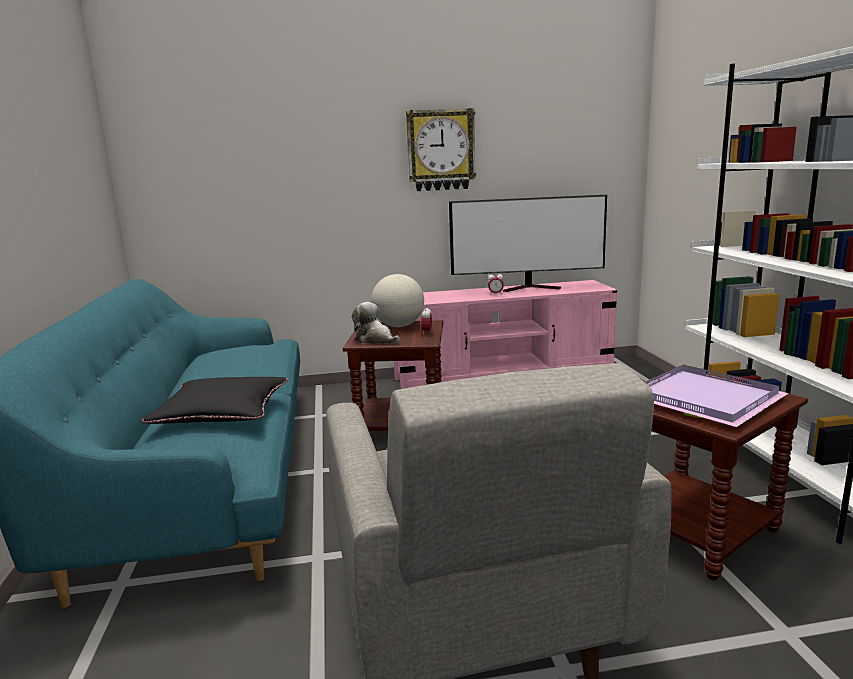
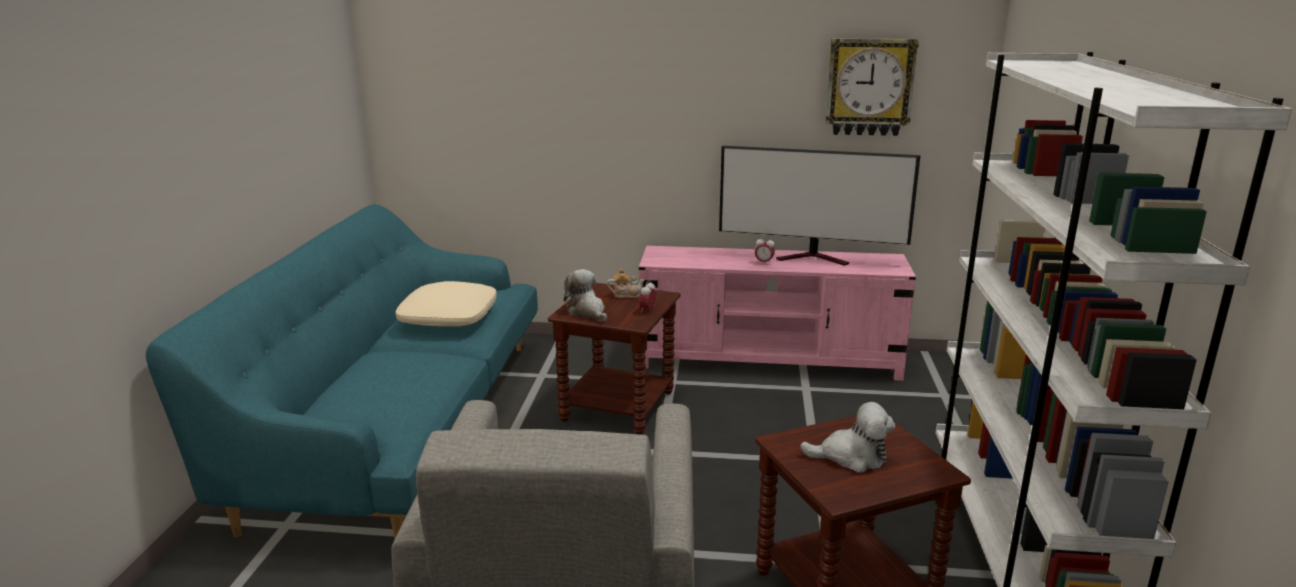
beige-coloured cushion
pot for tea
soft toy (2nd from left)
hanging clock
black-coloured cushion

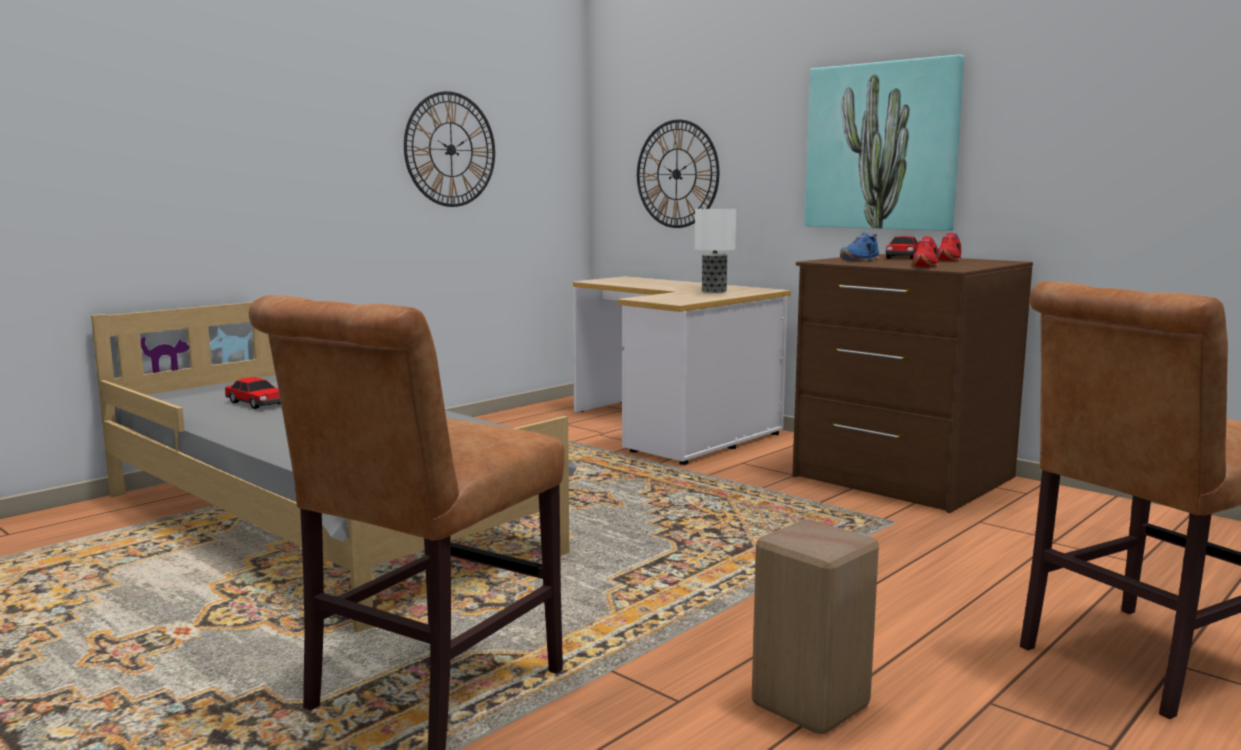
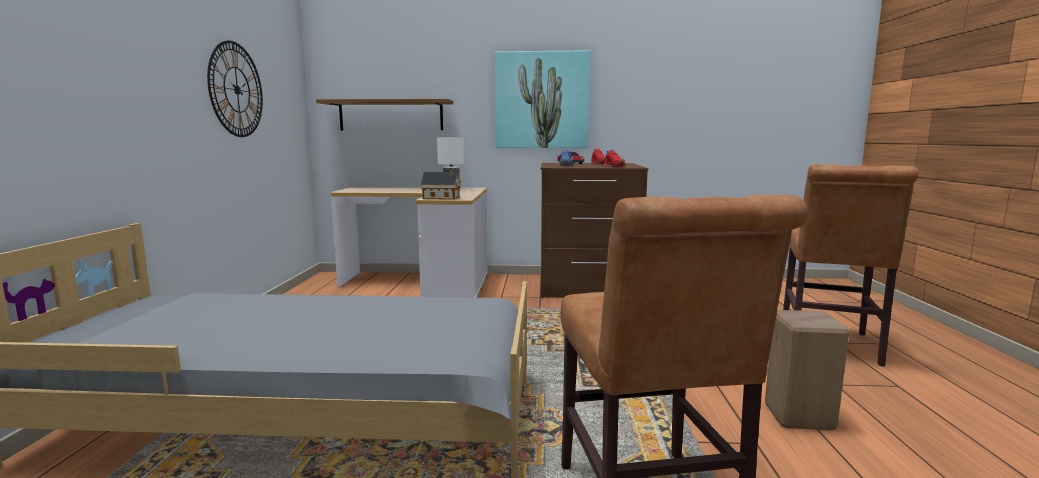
shelf
toy house
miniature car (1st from left in the first image)

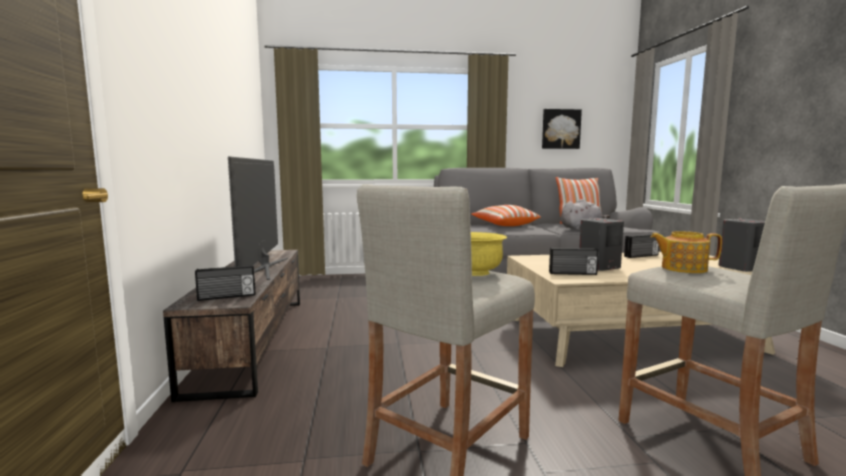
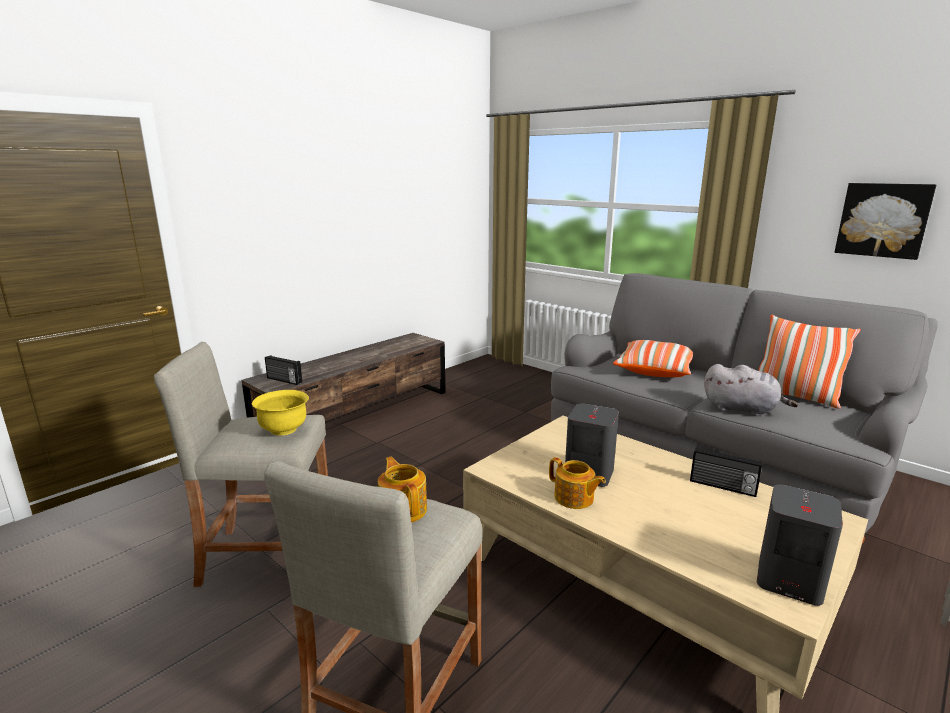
pot for tea (2nd from left)
television
radio (2nd from left in the first image)

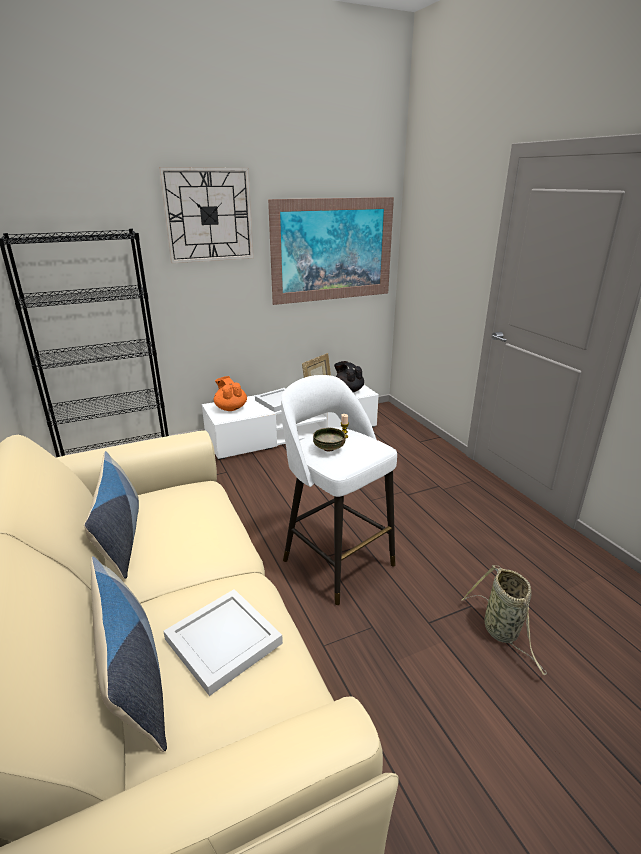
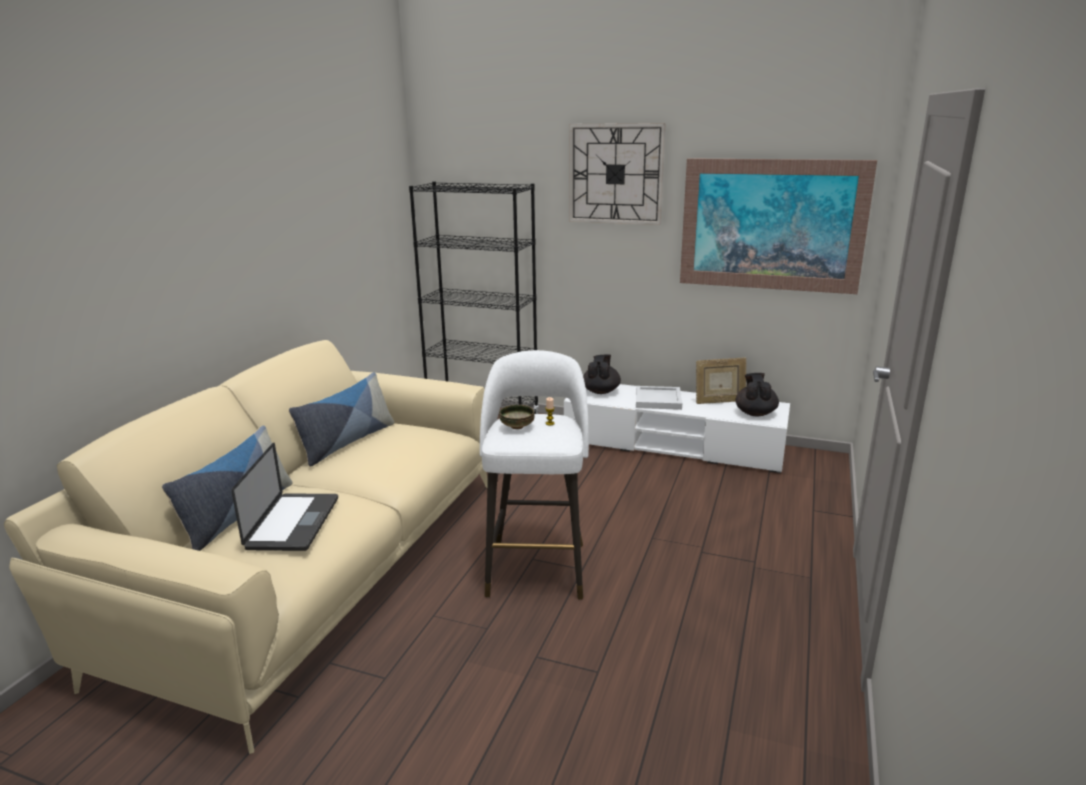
portable computer
black-coloured pot for tea (1st from left)
household basket

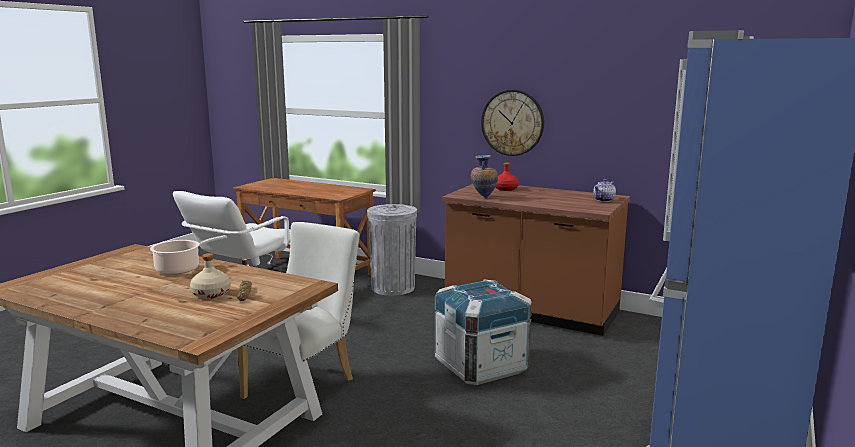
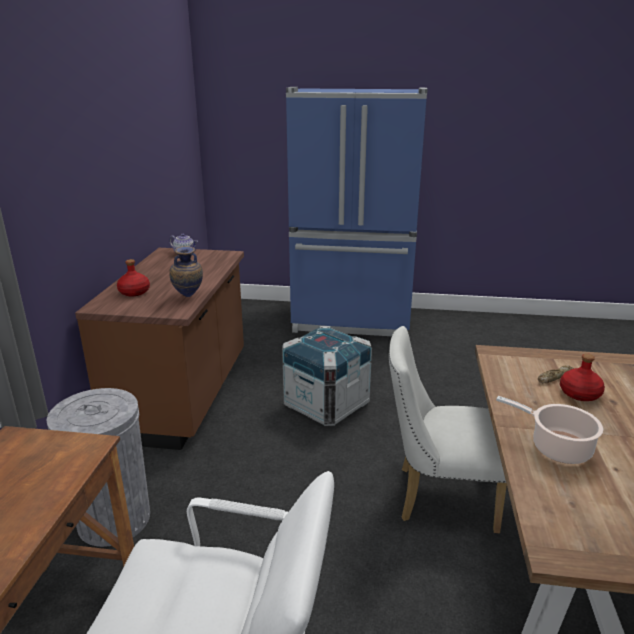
red drink bottle (2nd from left)
hanging clock

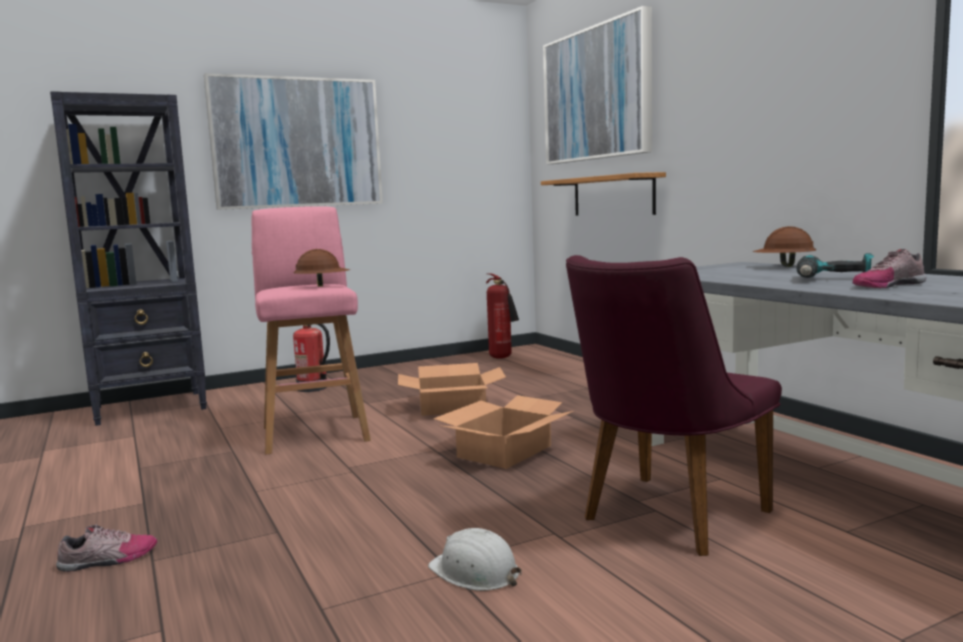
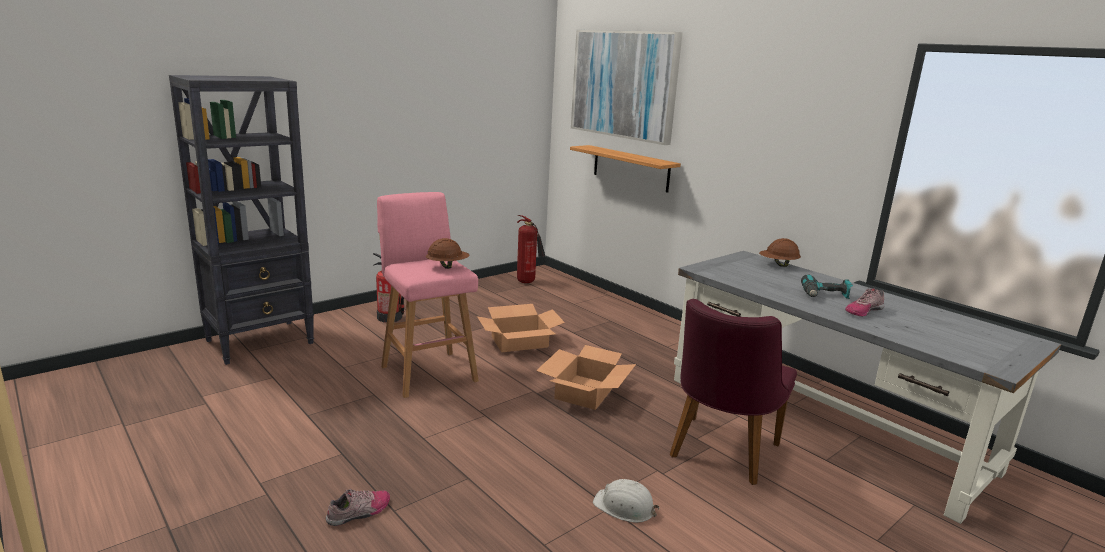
wall art (1st from left in the first image)

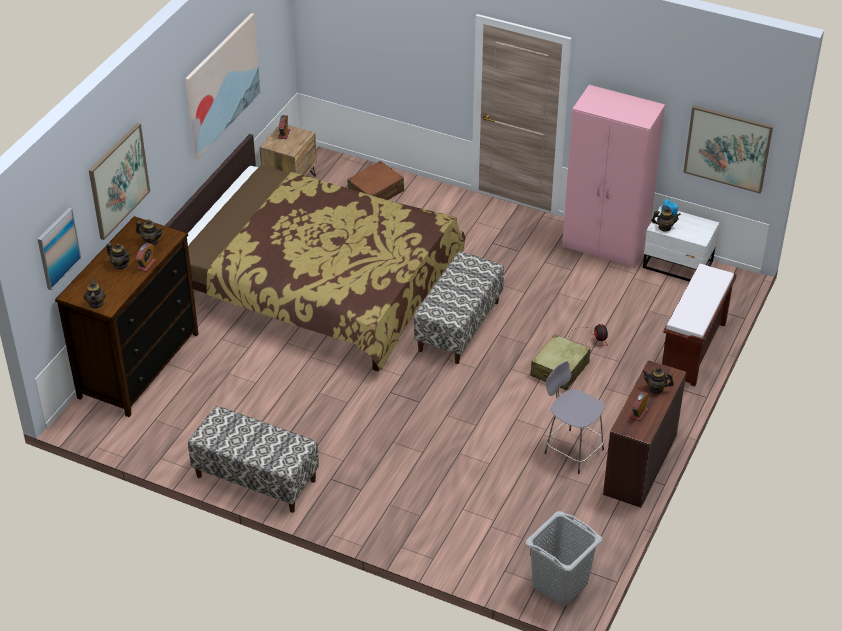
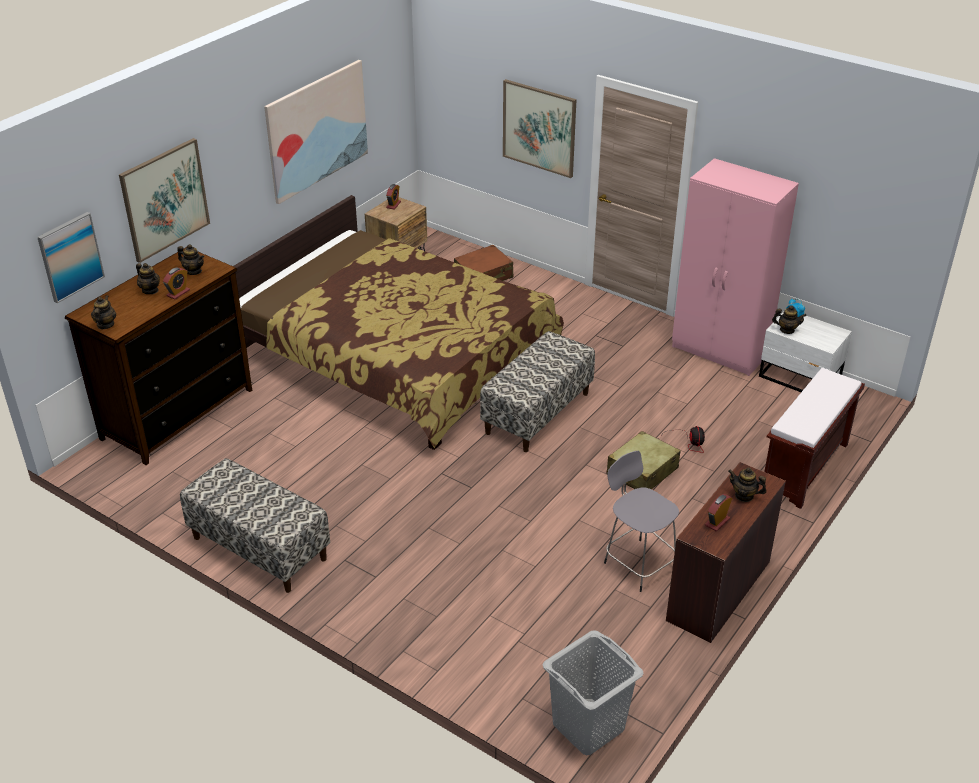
wall art (4th from left)

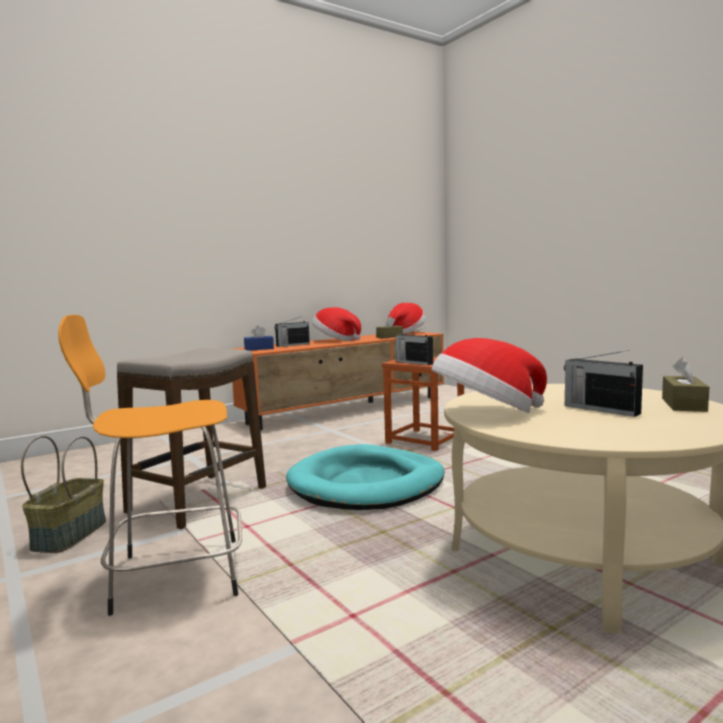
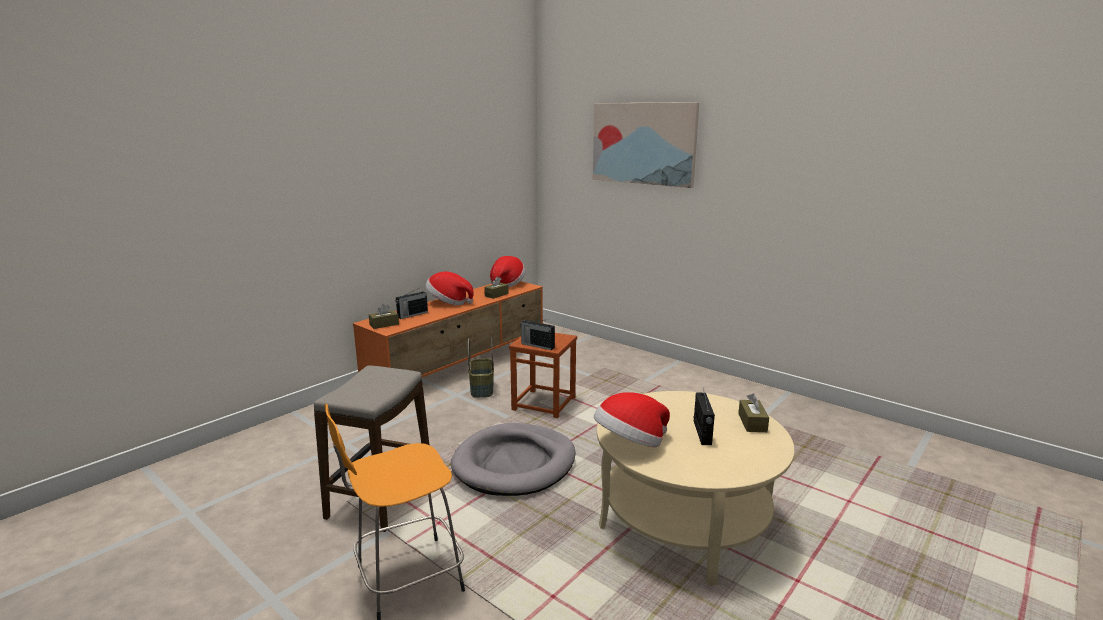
brown-coloured box of tissues (1st from left)
grey dog cushion
household basket
wall art
radio (3rd from left)

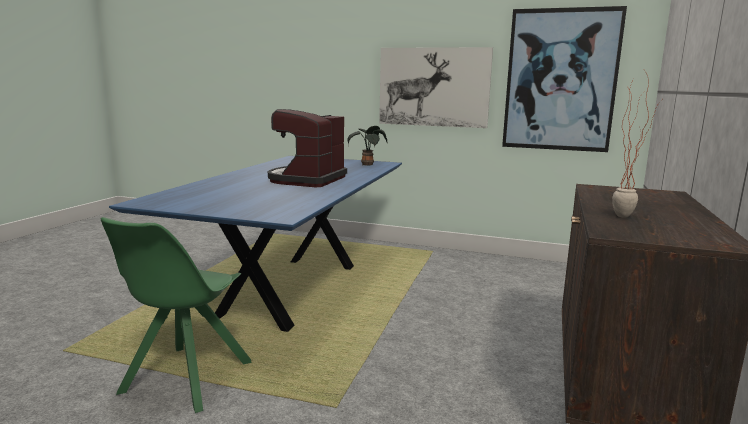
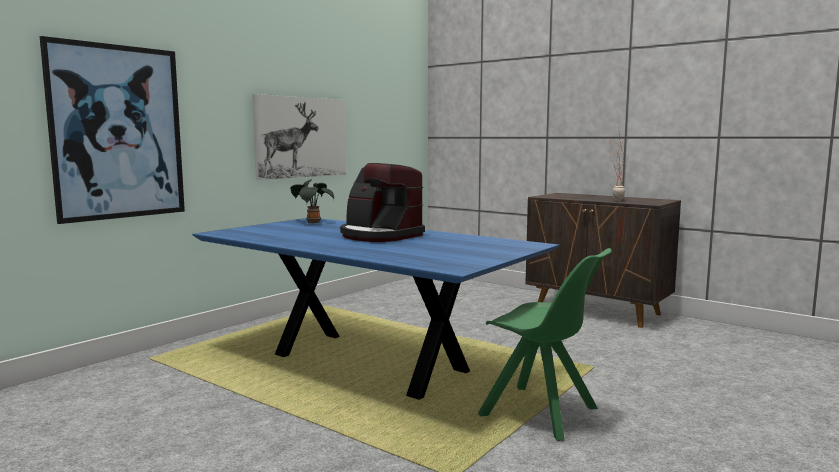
wall art (1st from left)

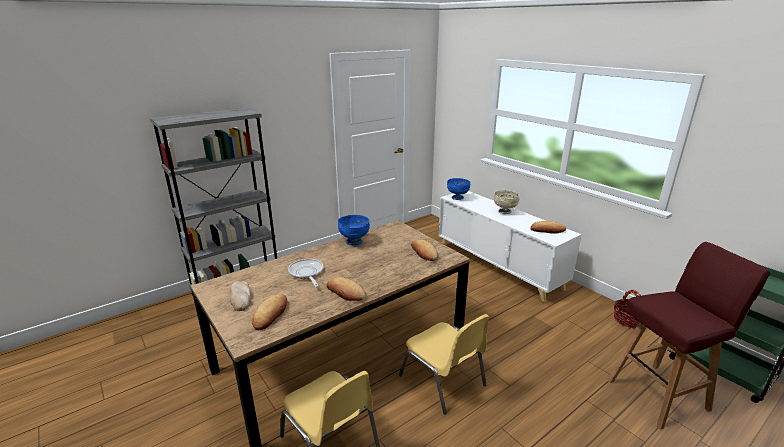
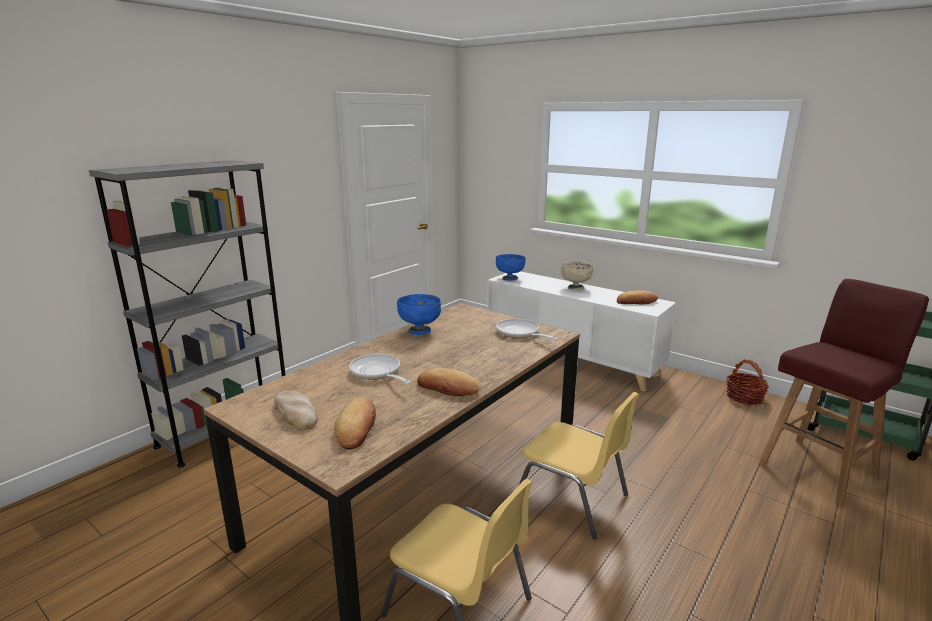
frying pan (2nd from left)

